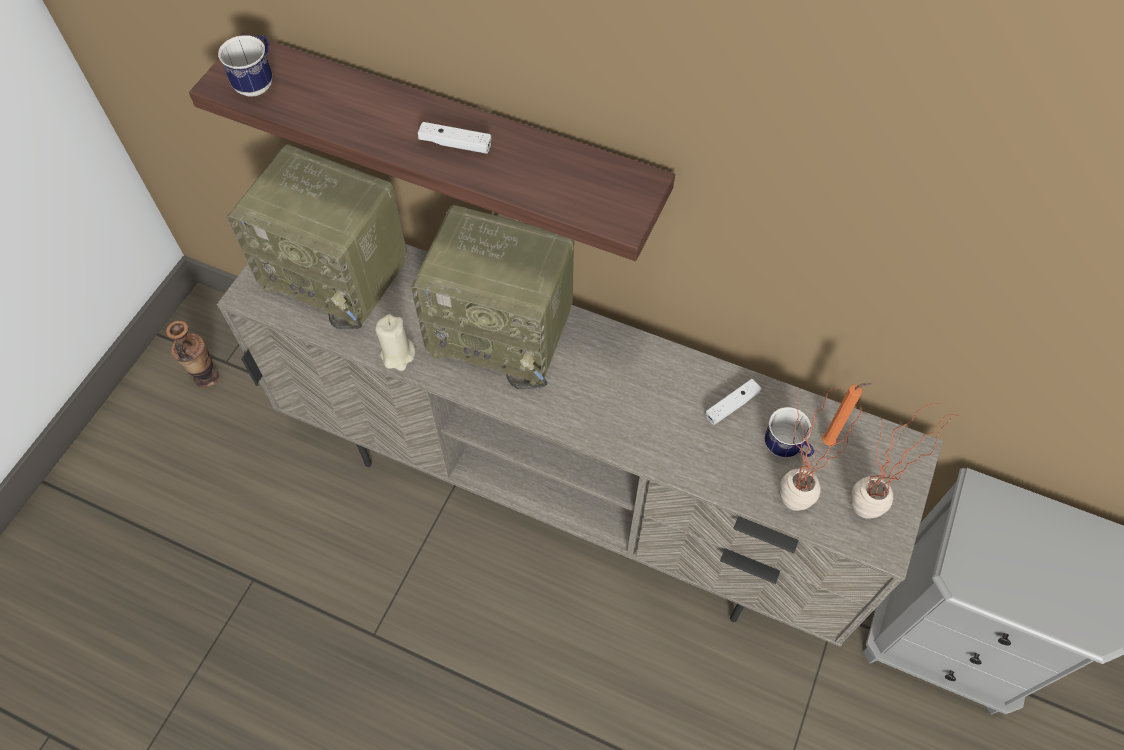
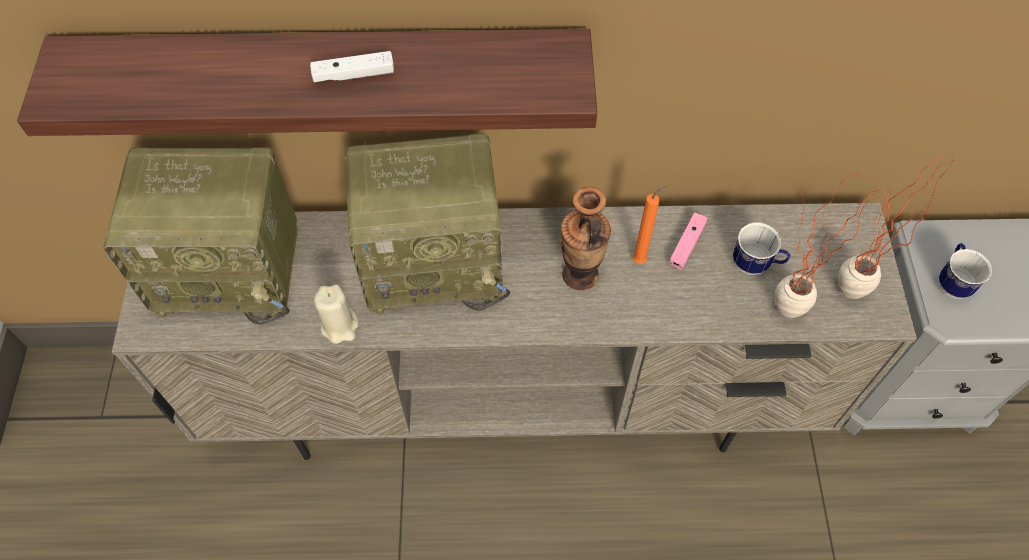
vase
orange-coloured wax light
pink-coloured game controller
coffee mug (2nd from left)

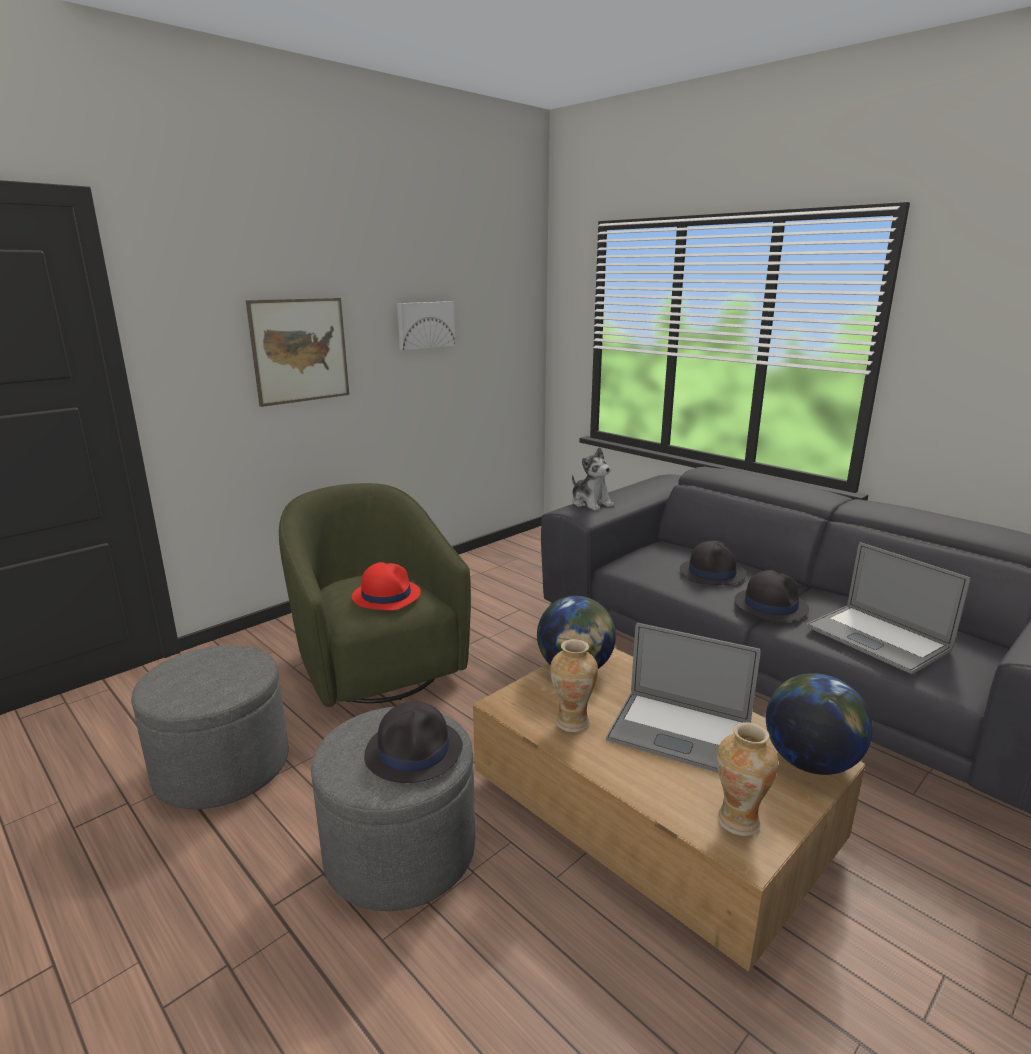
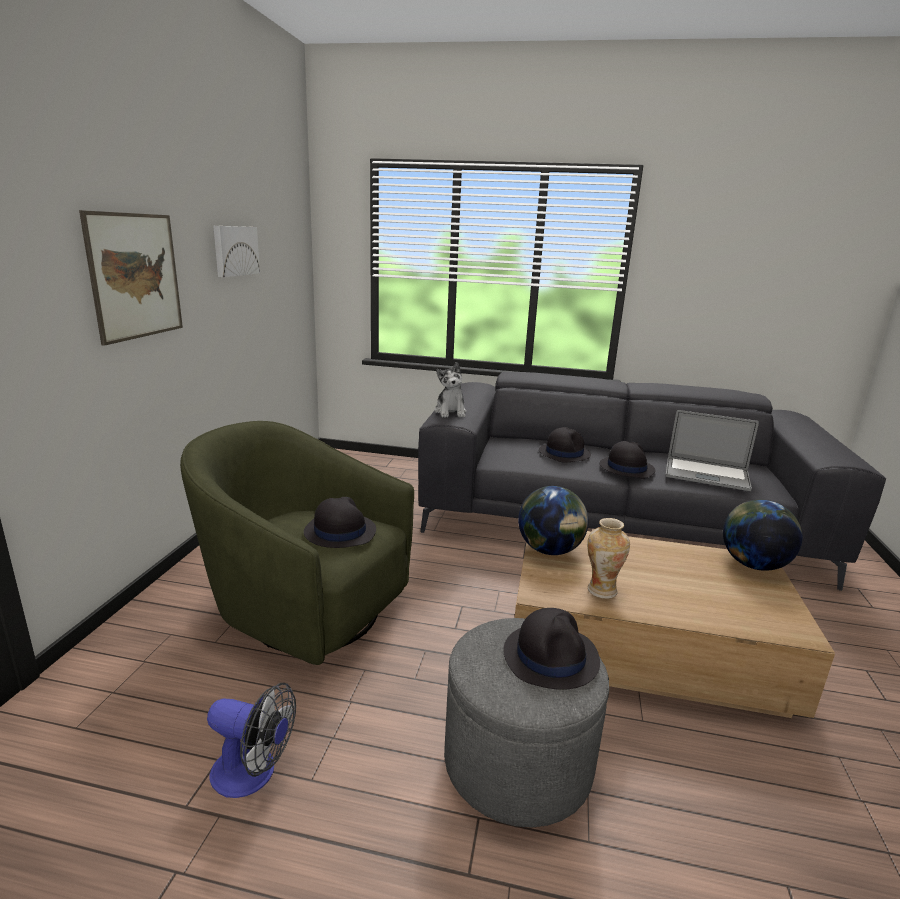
cooling fan
black-coloured clothing hat (1st from left)
soft toy
portable computer (1st from left in the first image)
vase (2nd from left in the first image)

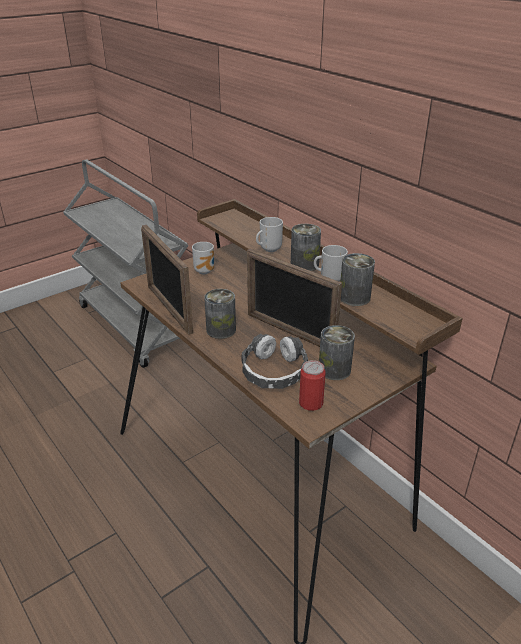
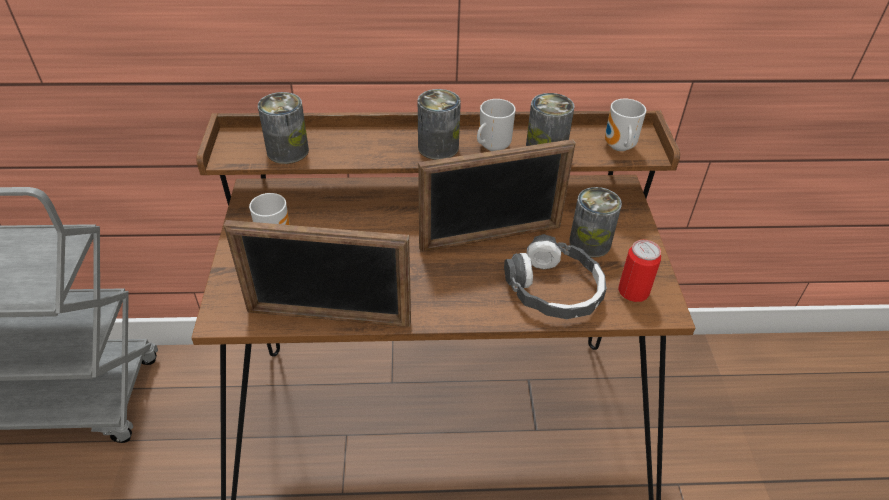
metal can (1st from left)
coffee mug (3rd from left)

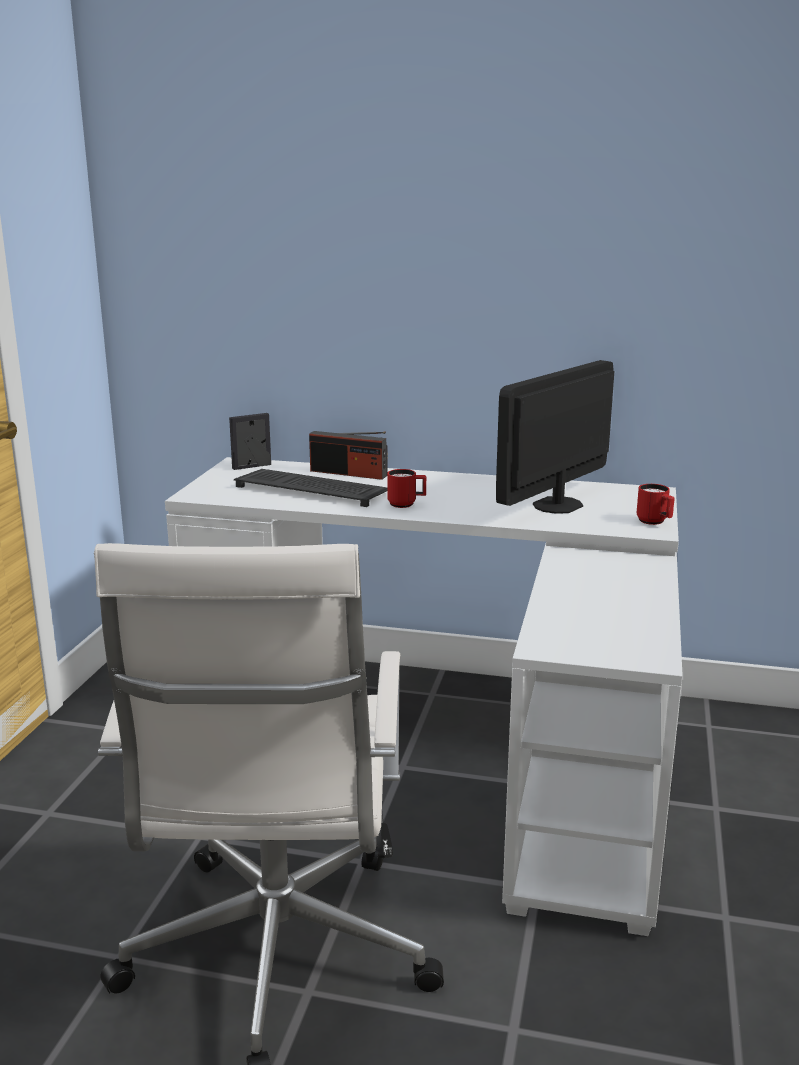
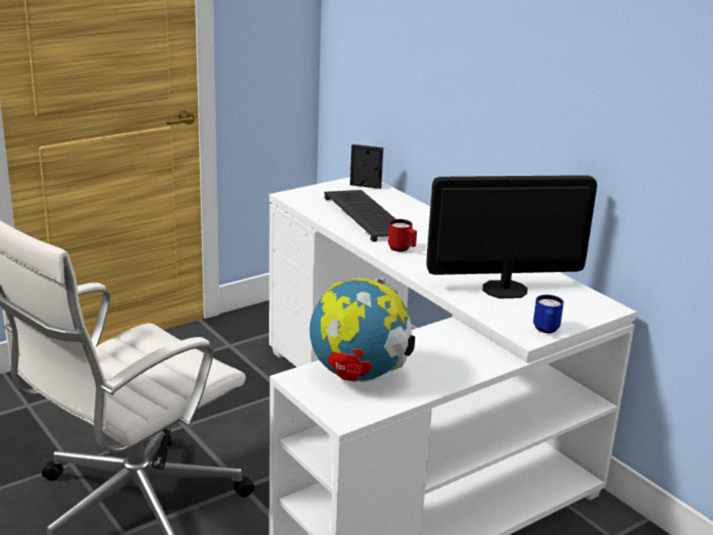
world globe
blue-coloured coffee mug
radio

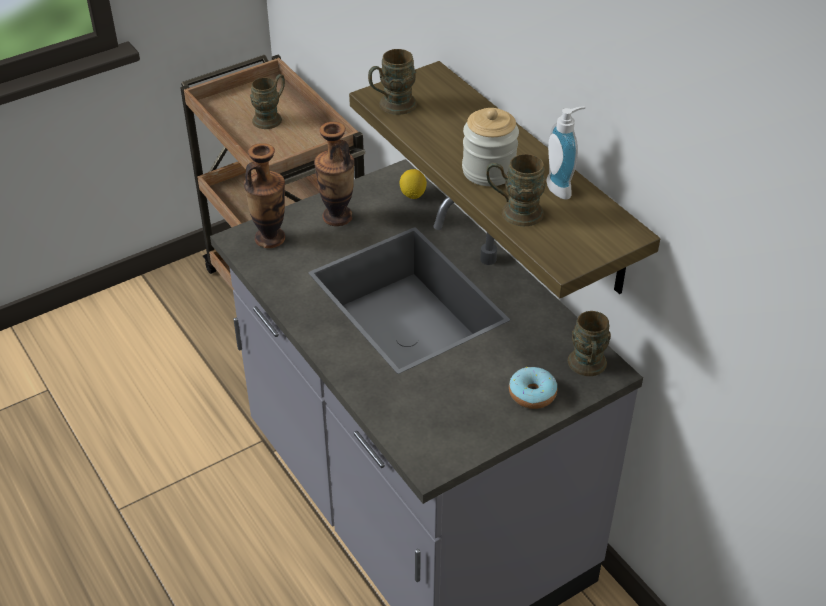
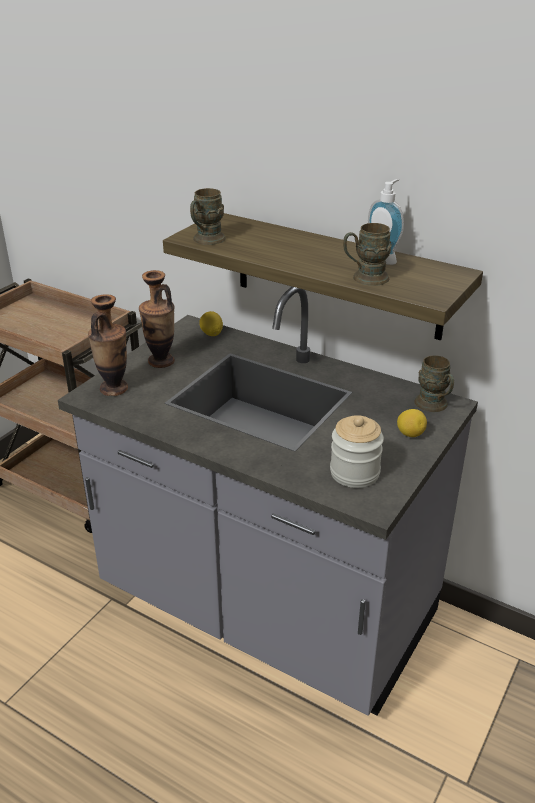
jar
citrus fruit (2nd from left)
brown-coloured coffee mug (1st from left in the first image)

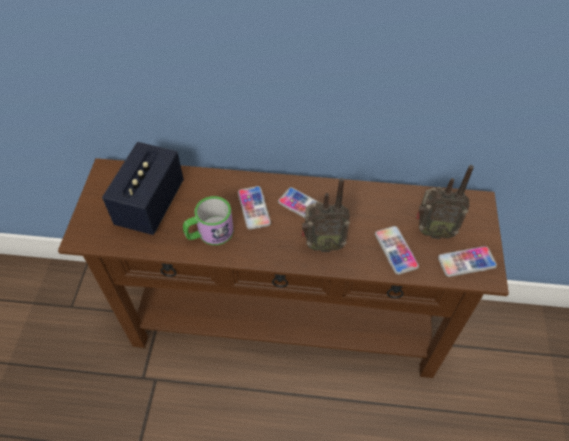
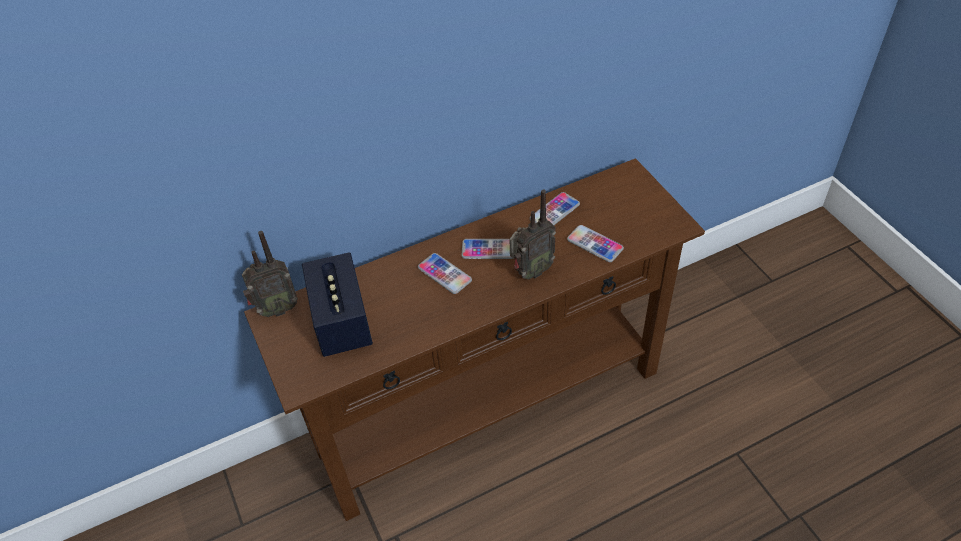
radio (1st from left)
handset (3rd from left)
coffee mug

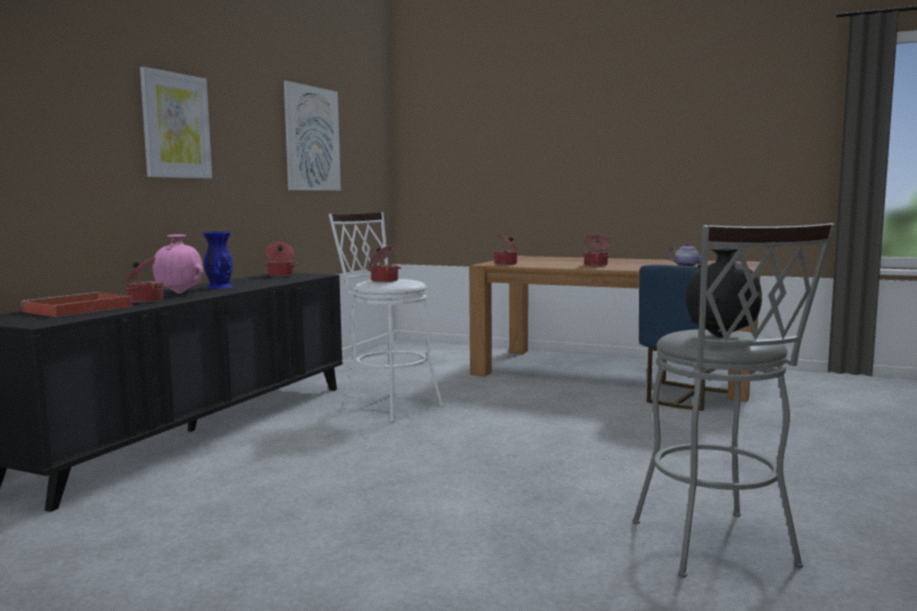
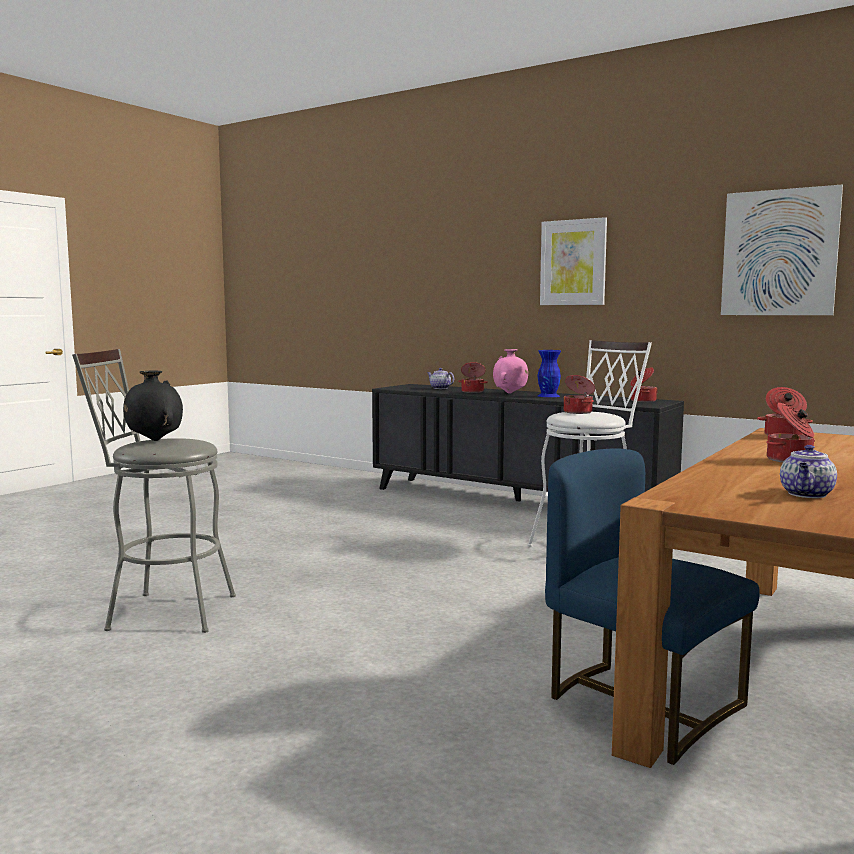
pot for tea (1st from left)

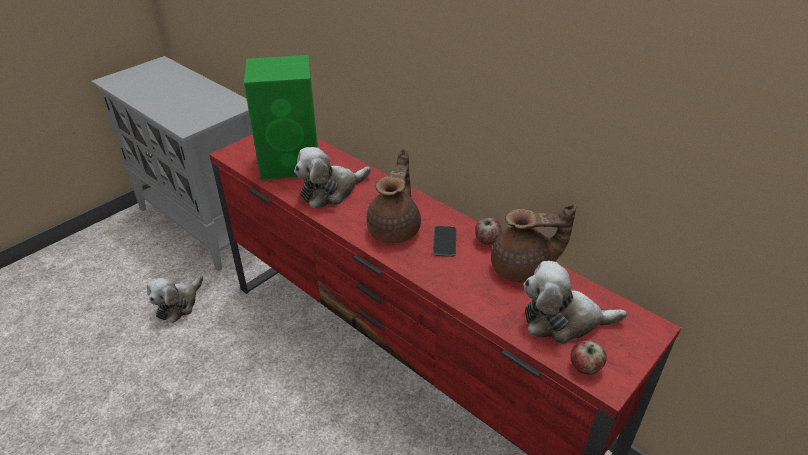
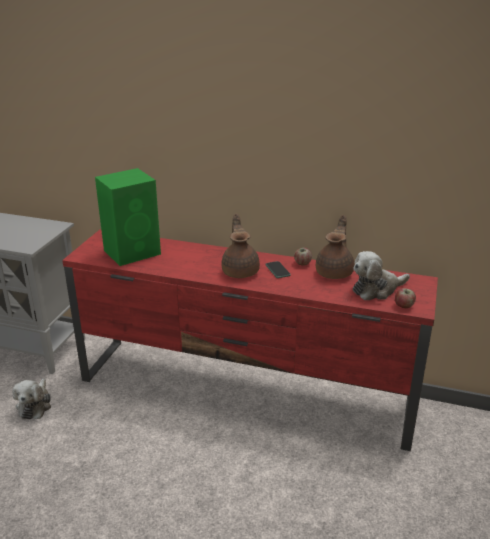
brown-coloured pot for tea (2nd from left)
soft toy (2nd from left in the first image)

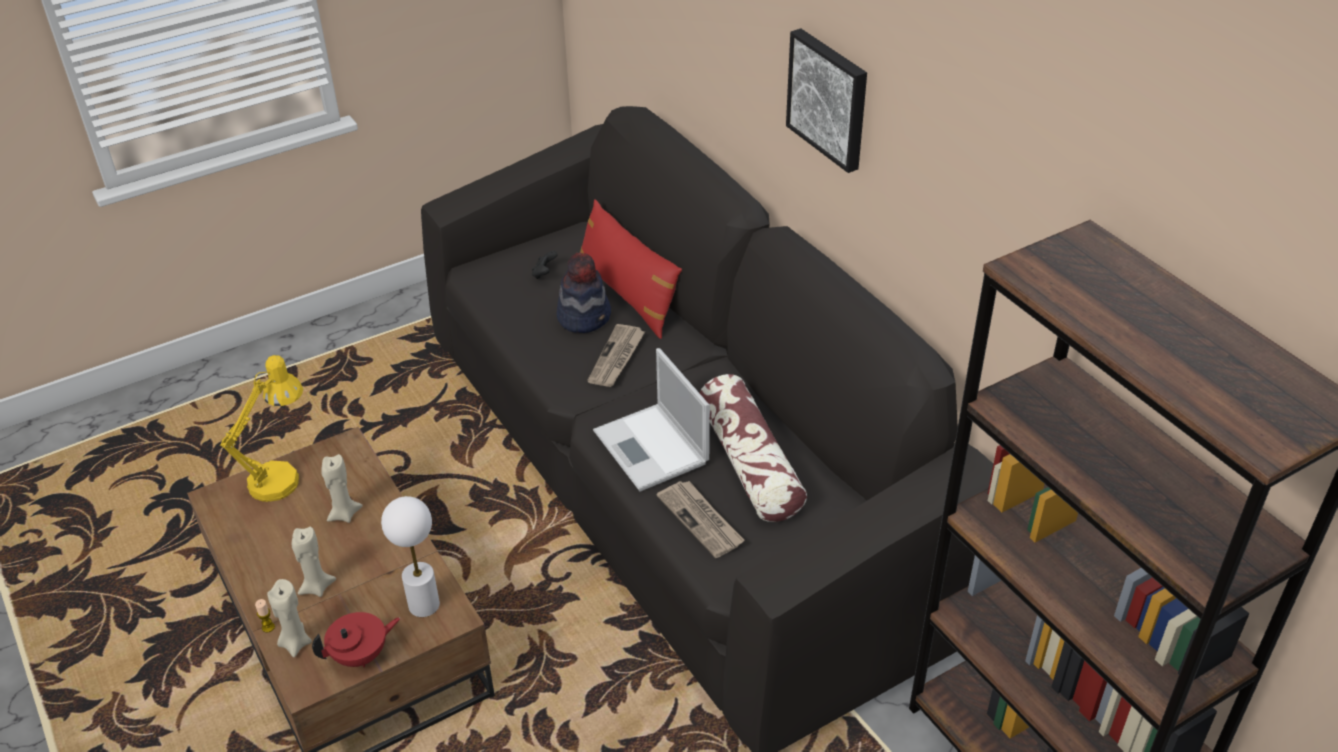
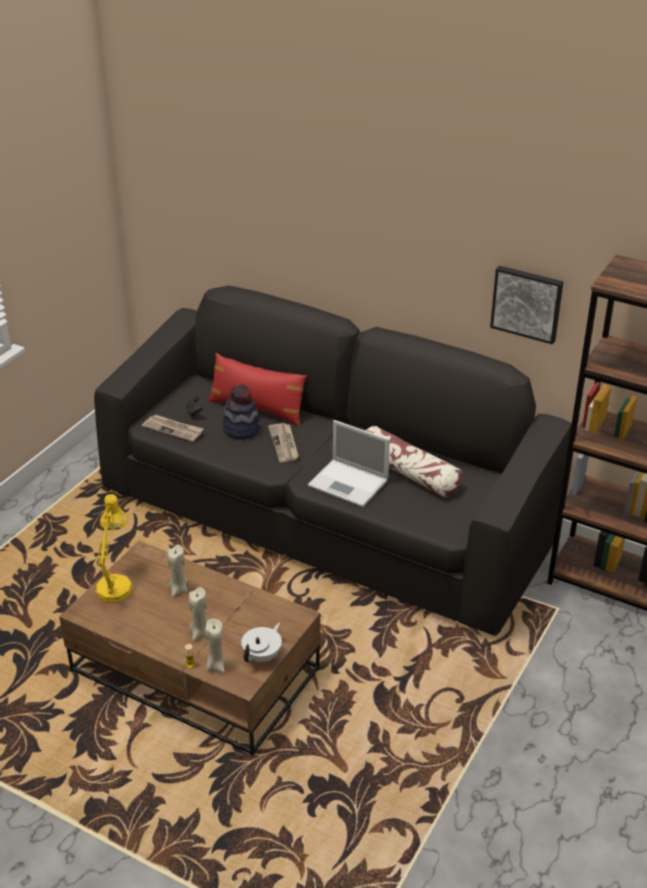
printed paper (1st from left)
whitish pot for tea
wall art
whitish lamp for a table

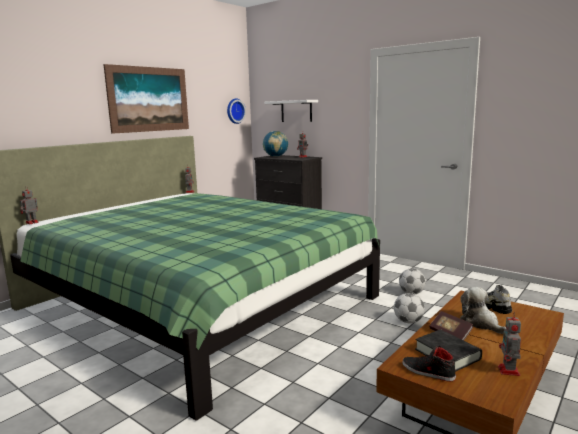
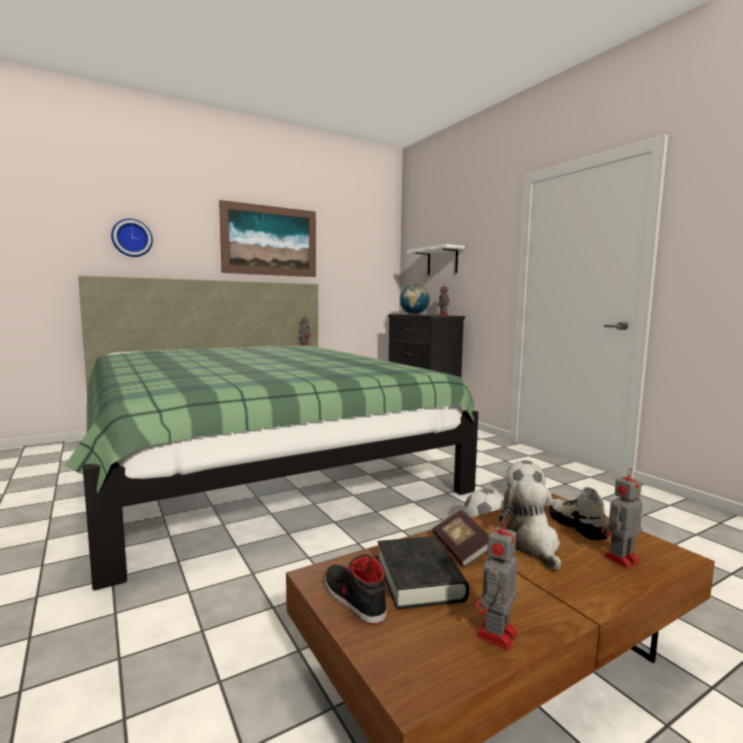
hanging clock
robot figure (4th from left)

